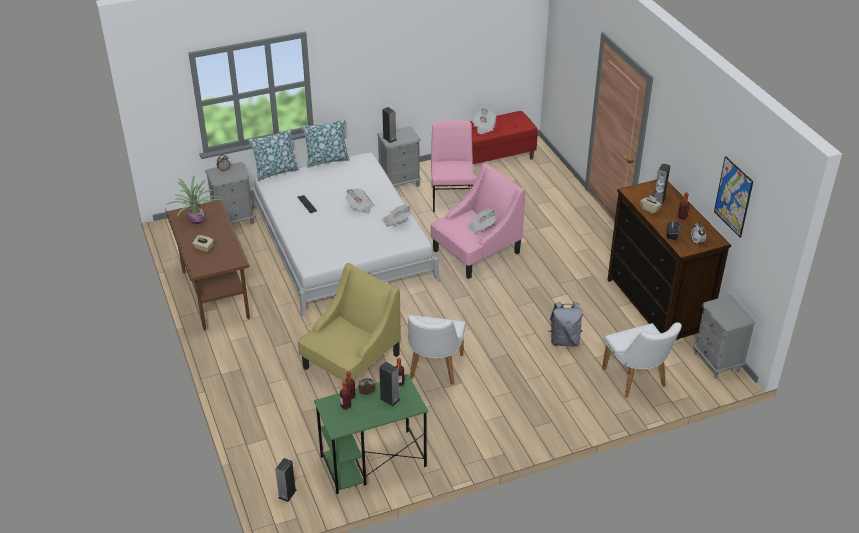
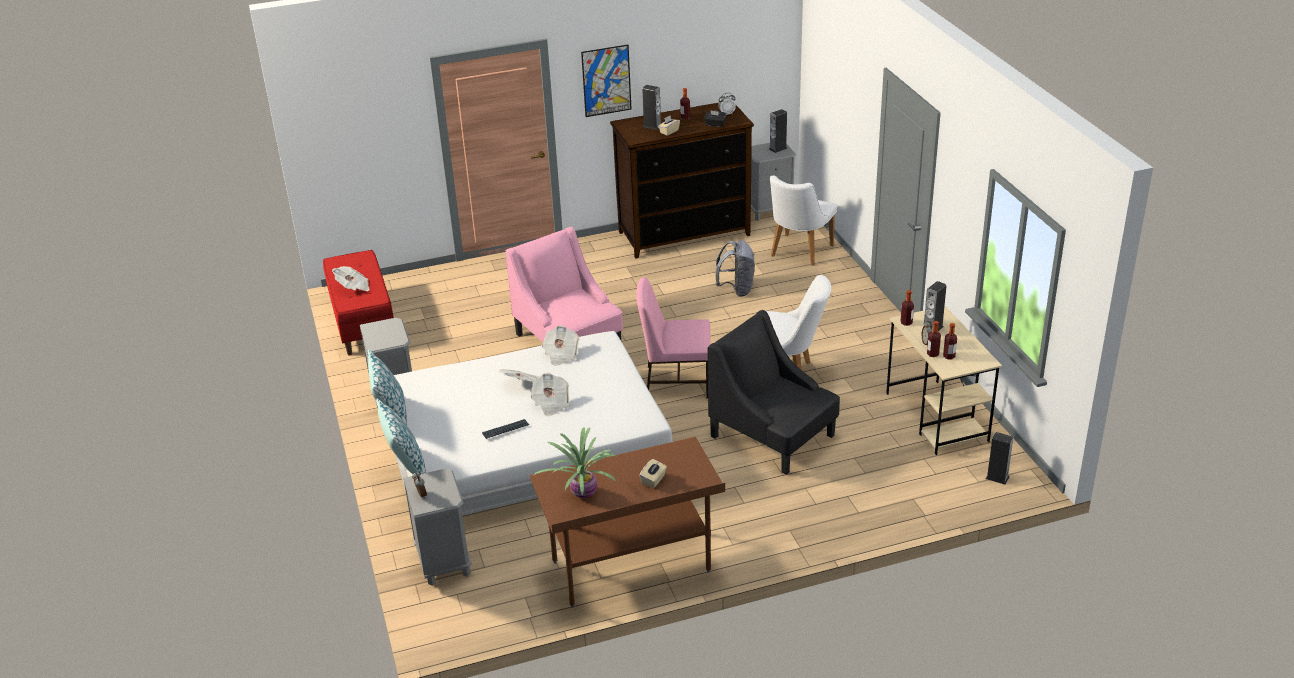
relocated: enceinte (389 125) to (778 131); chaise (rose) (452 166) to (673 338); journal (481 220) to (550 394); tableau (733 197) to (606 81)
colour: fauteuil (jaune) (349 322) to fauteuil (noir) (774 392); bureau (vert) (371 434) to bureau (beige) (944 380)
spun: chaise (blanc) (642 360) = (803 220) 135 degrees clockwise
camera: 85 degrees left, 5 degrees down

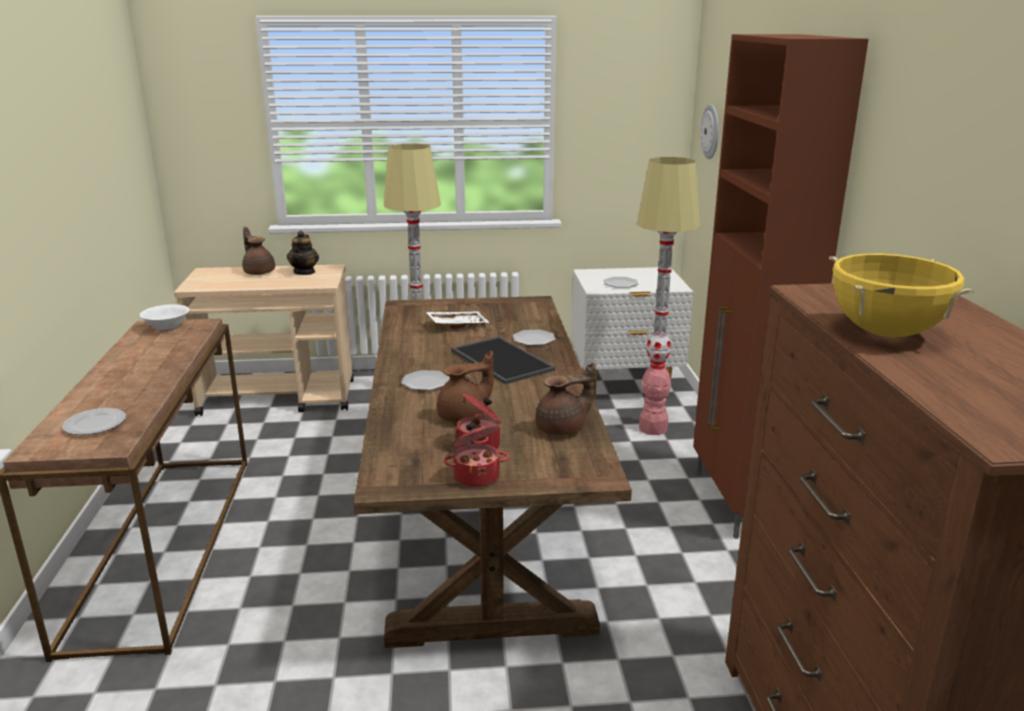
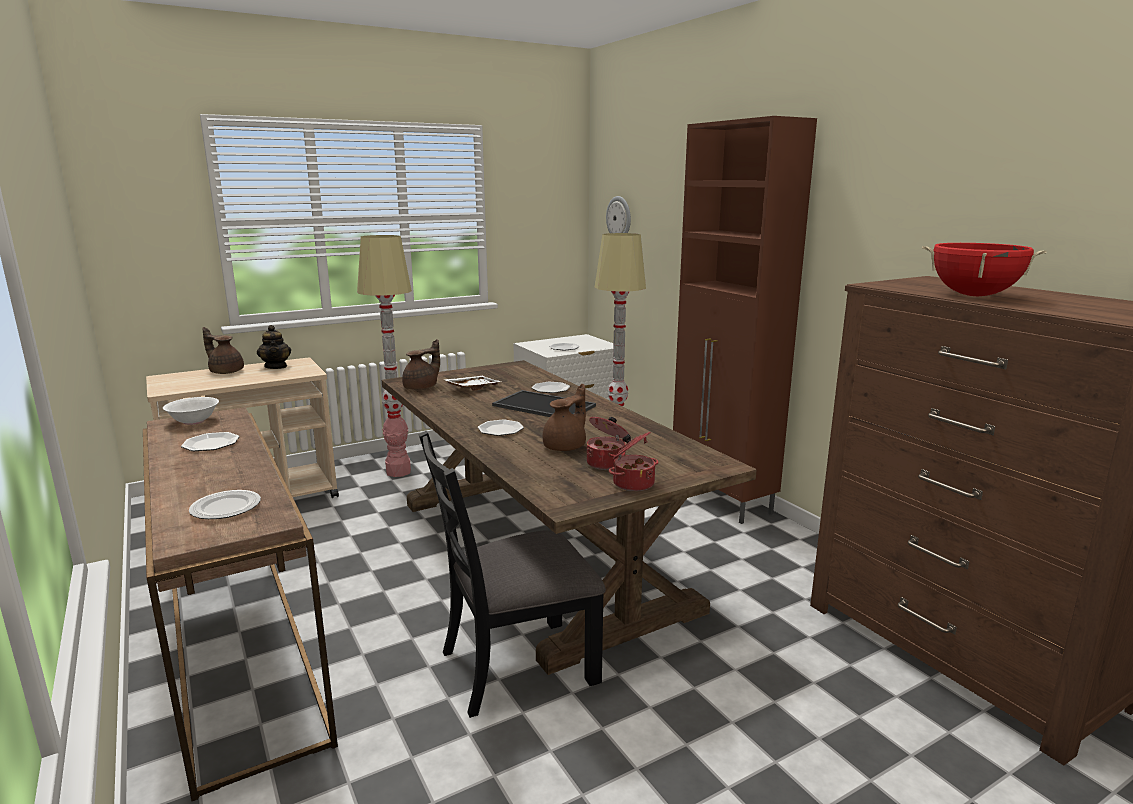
appeared: assiette (210 441); chaise (noir) (512 574)
relocated: théière (marron) (565 399) to (421 364)
colour: marmite (jaune) (901 295) to marmite (rouge) (984 269)
camera: 25 degrees left, 5 degrees down

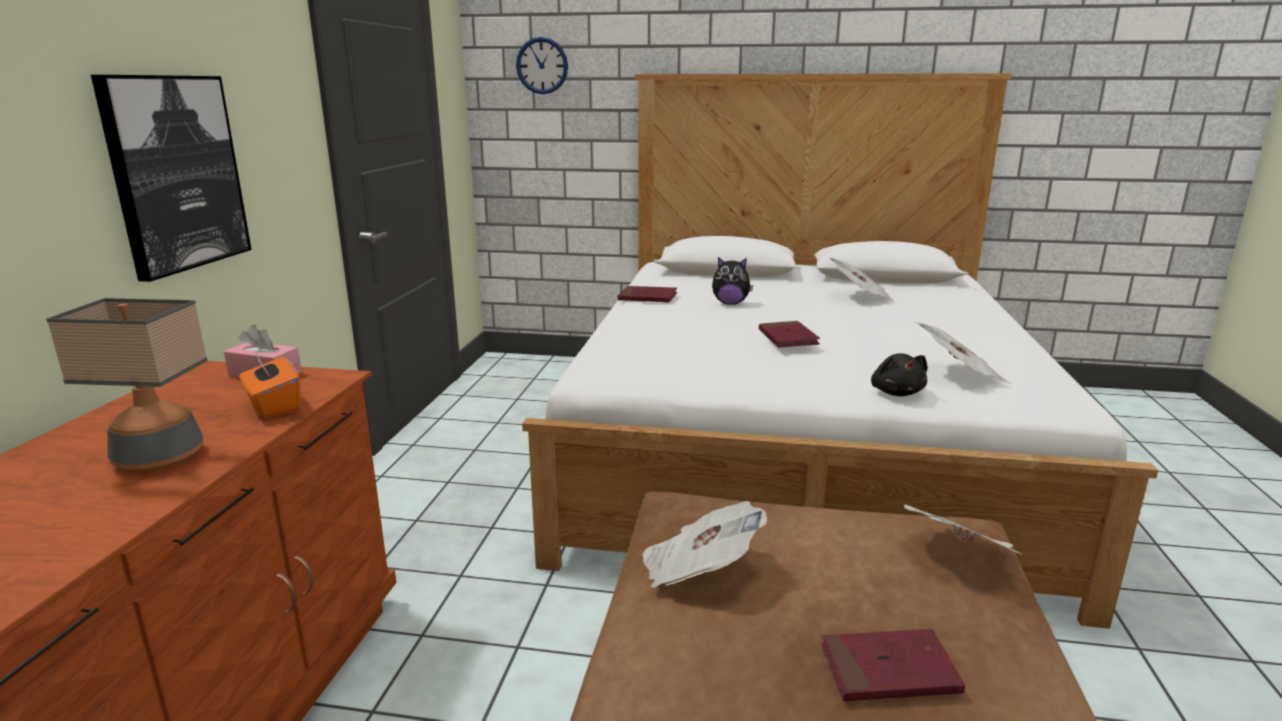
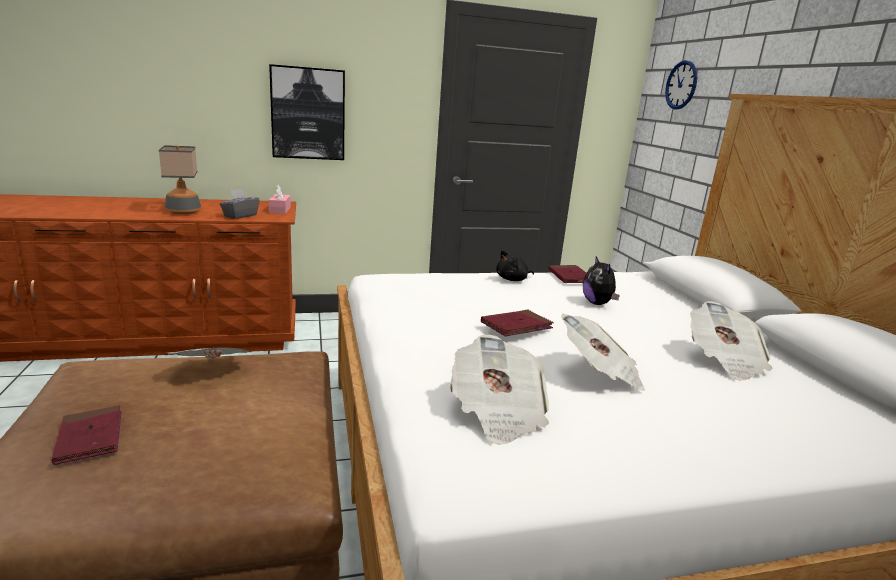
relocated: peluche (noir) (899 374) to (515 265); journal (963 530) to (603 352)
colour: boîte à mouchoirs (orange) (270 385) to boîte à mouchoirs (gris) (239 204)
camera: 65 degrees right, 0 degrees up

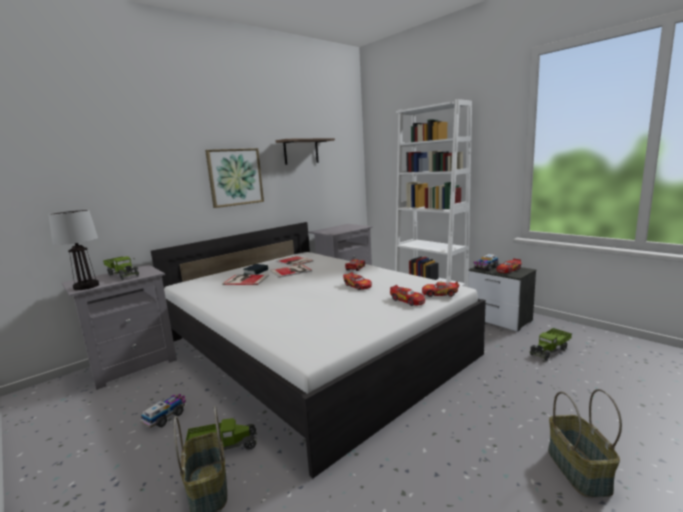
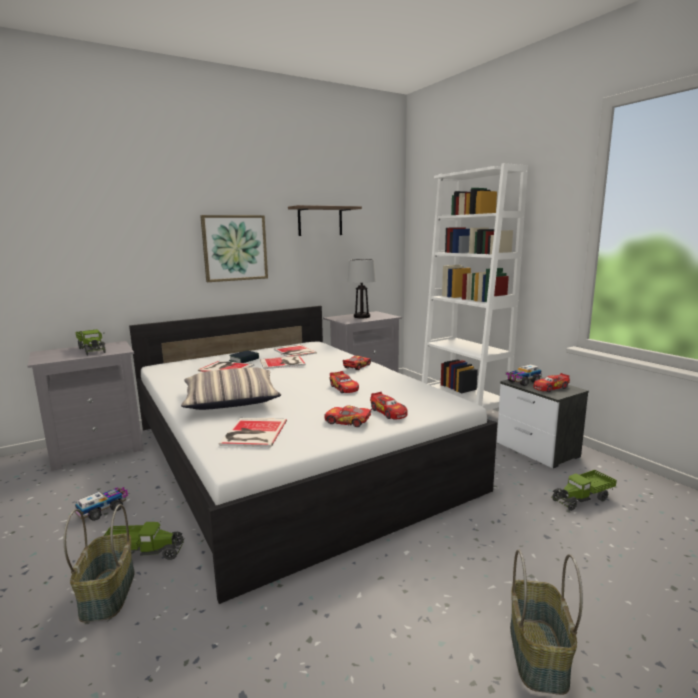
appeared: coussin (231 388); livre (253 432)
relocated: lampe de table (73 250) to (362 288); petite voiture (440 289) to (348 416)
camera: 10 degrees right, 0 degrees up

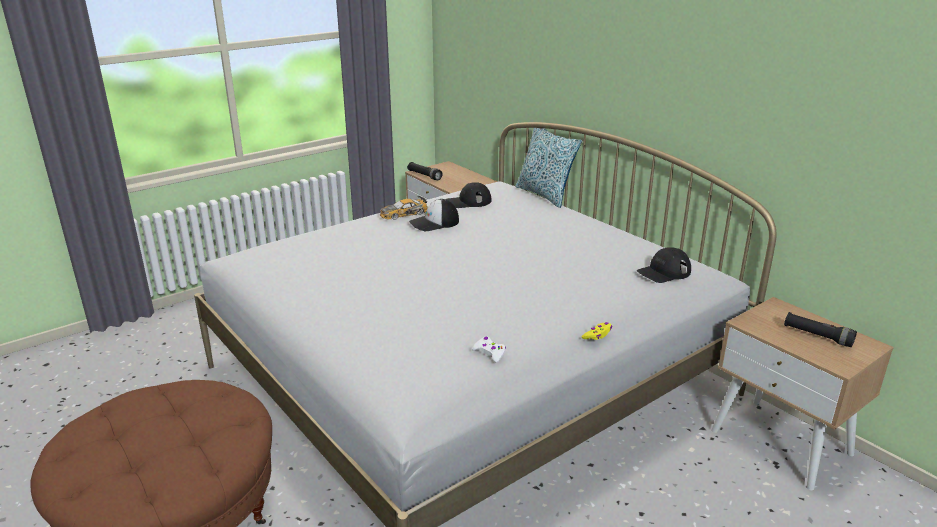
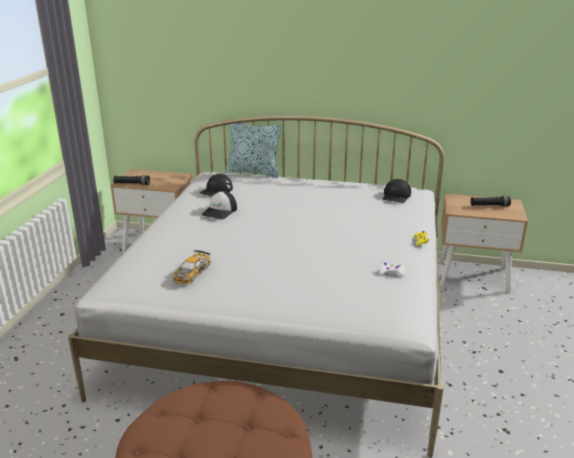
relocated: petite voiture (404 208) to (192 267)
camera: 40 degrees left, 0 degrees up

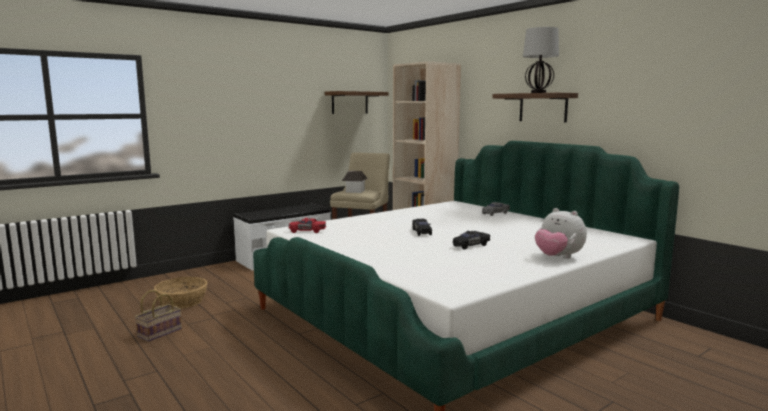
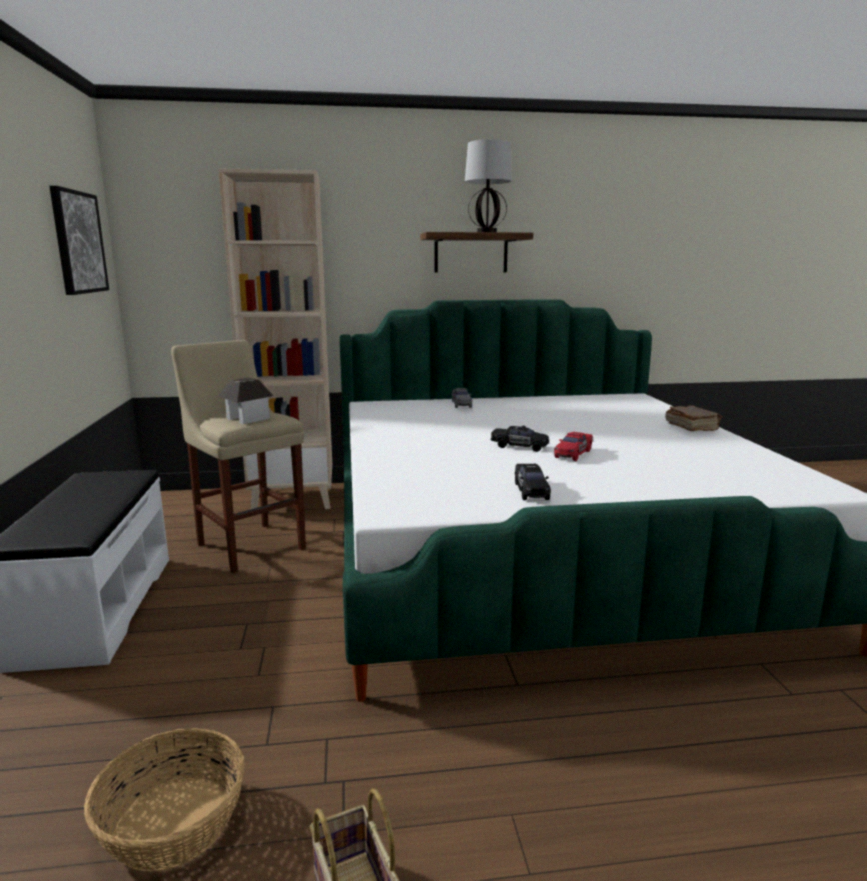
relocated: petite voiture (rouge) (307 225) to (573 446); petite voiture (noir) (471 240) to (533 482)
exchanged: étagère (357 102) to tableau (79 240); peluche (561 233) to livre (marron) (694 418)
camera: 60 degrees left, 5 degrees up

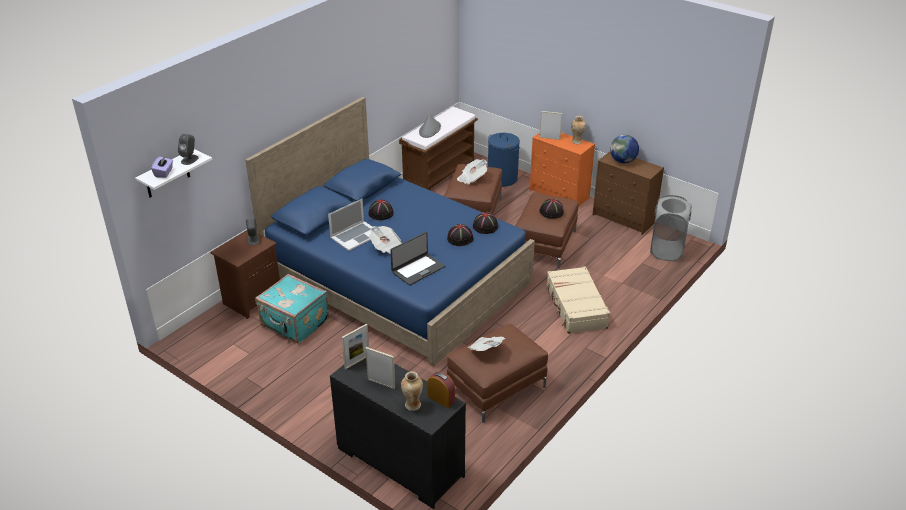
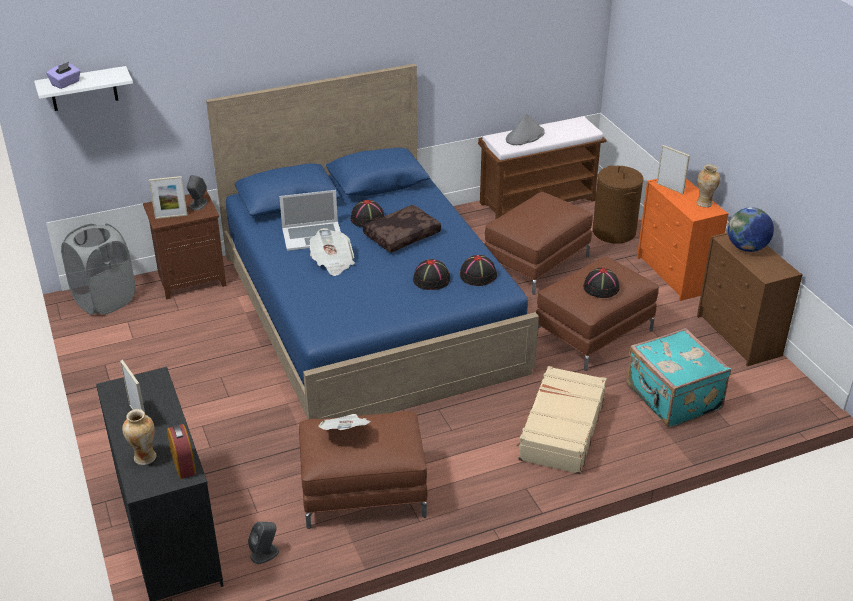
missing: ordinateur portable (417 258); journal (472 172)
appeared: coussin (marron) (402 229)
relocated: enceinte (gris) (188 149) to (263 543); valise (turquoise) (292 309) to (679 378); cadre photo (355 346) to (168 197); panier à linge (gris) (670 228) to (98 269)
colour: panier à linge (bleu) (504 160) to panier à linge (marron) (618 205)
camera: 30 degrees right, 0 degrees up

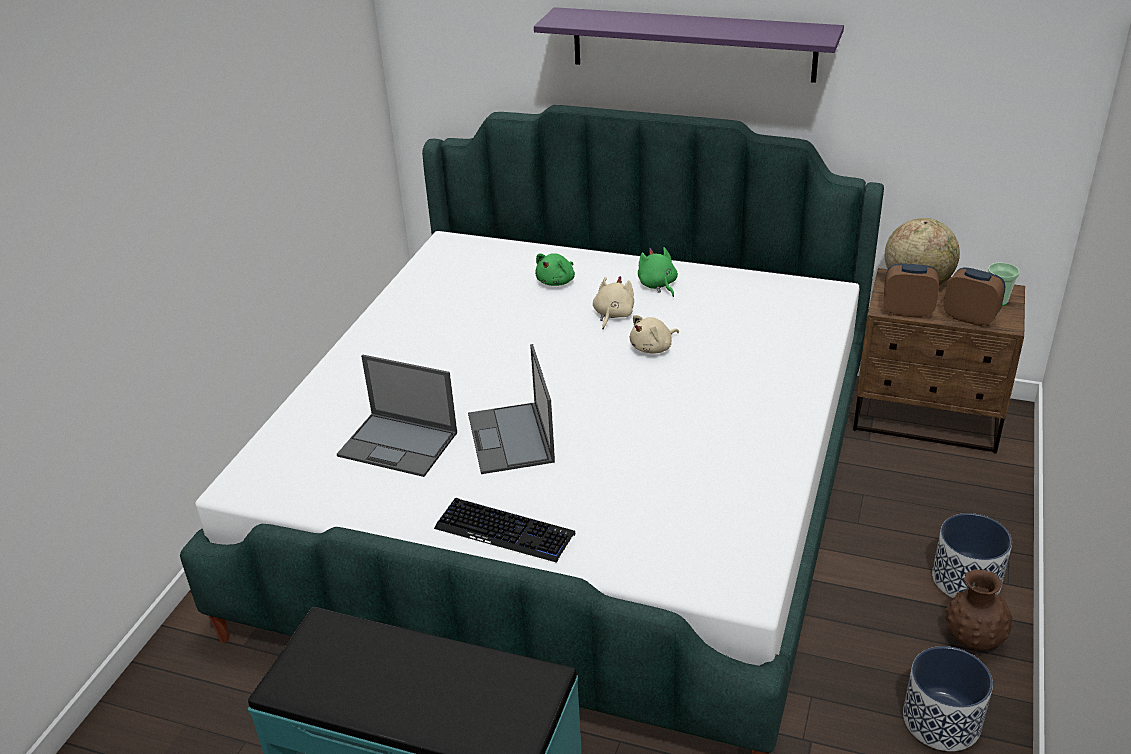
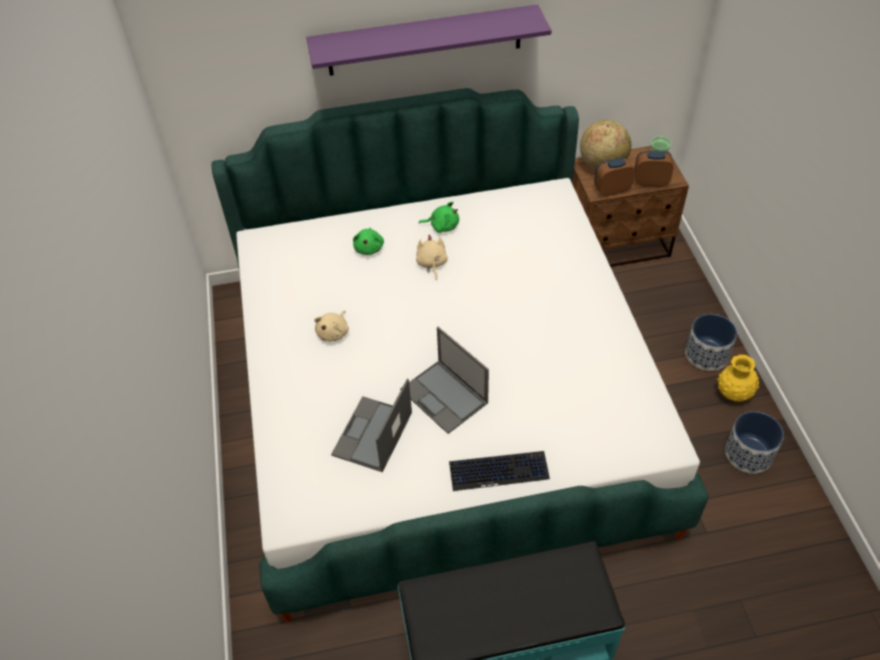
relocated: peluche (beige) (654 334) to (332 326)
colour: vase (marron) (979 609) to vase (jaune) (738 378)
spun: ordinateur portable (397 416) = (371 425) 120 degrees clockwise; peluche (vert) (658 272) = (439 217) 150 degrees clockwise
camera: 30 degrees left, 15 degrees up

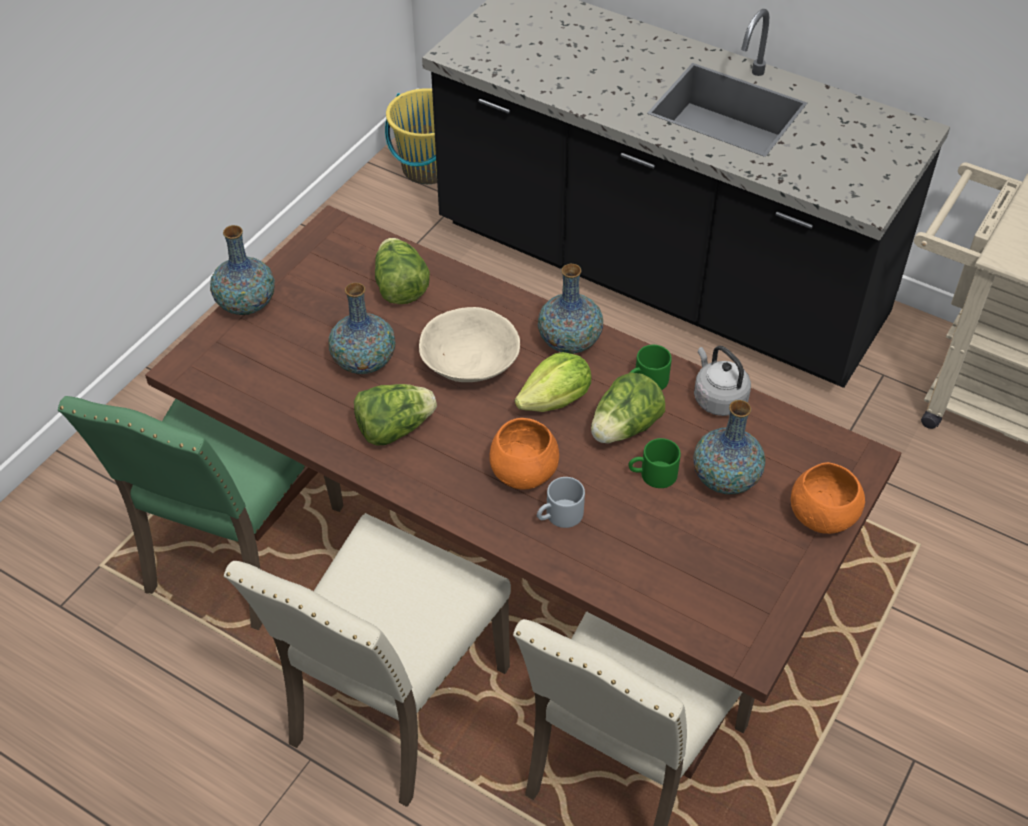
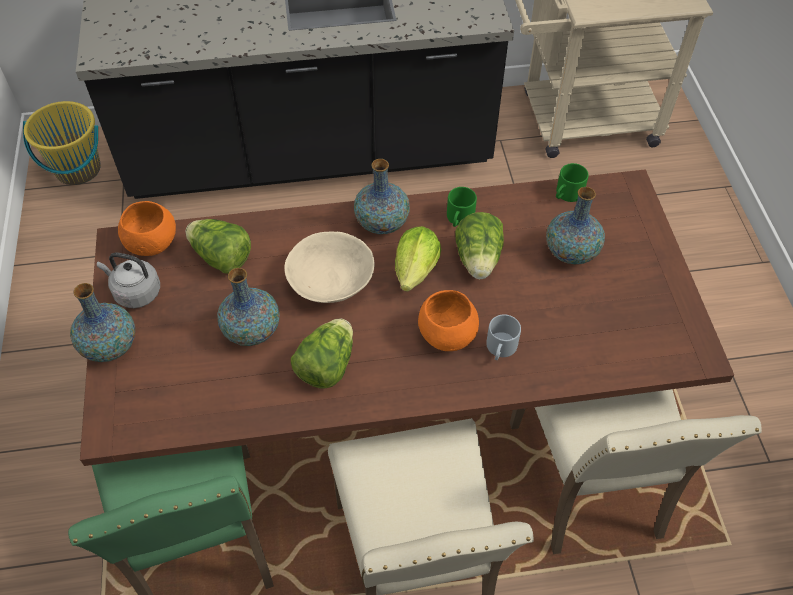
relocated: mug (vert) (654 463) to (572 182); bouilloire (gris) (722 381) to (128 280); bol (orange) (828 498) to (147 228)
camera: 40 degrees left, 5 degrees up

